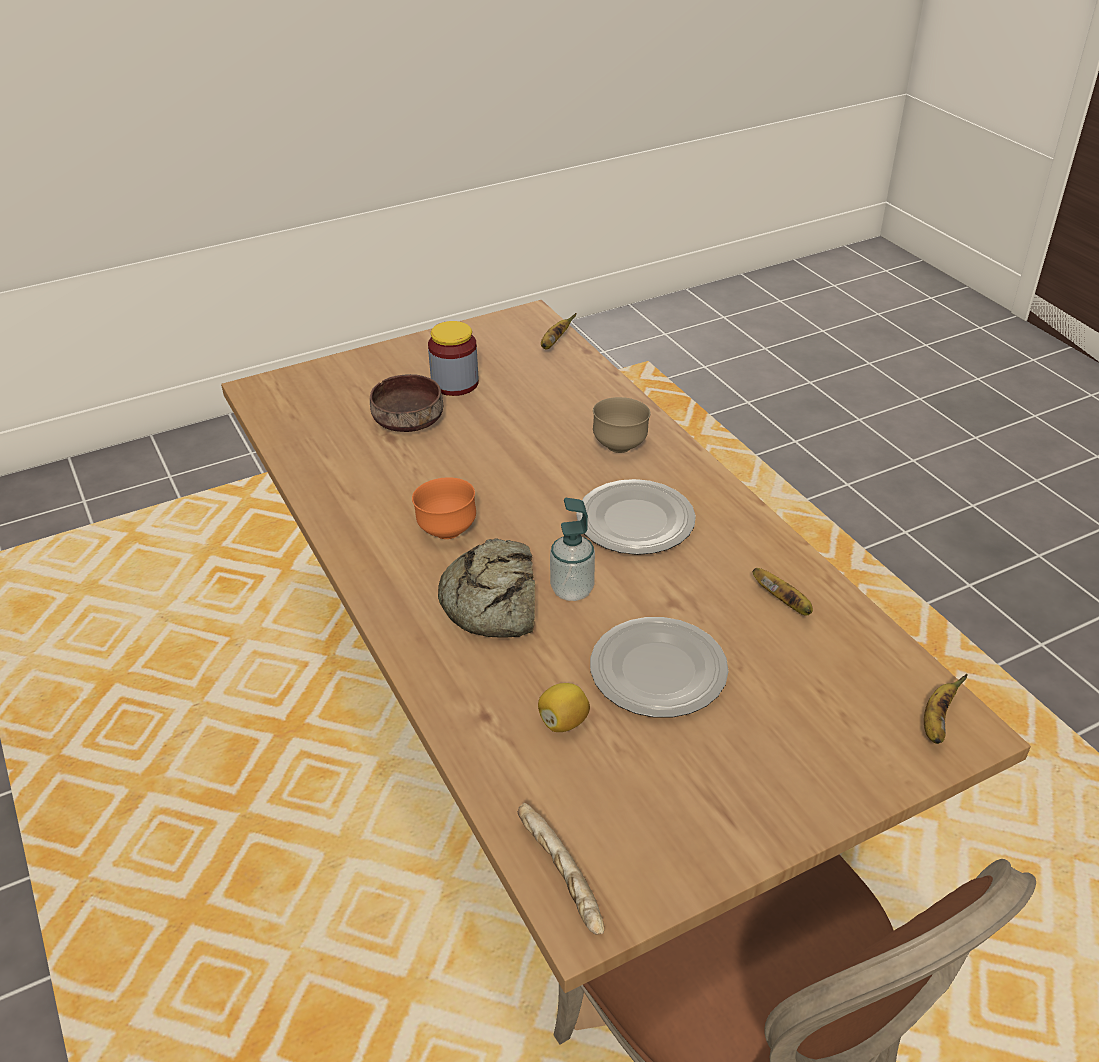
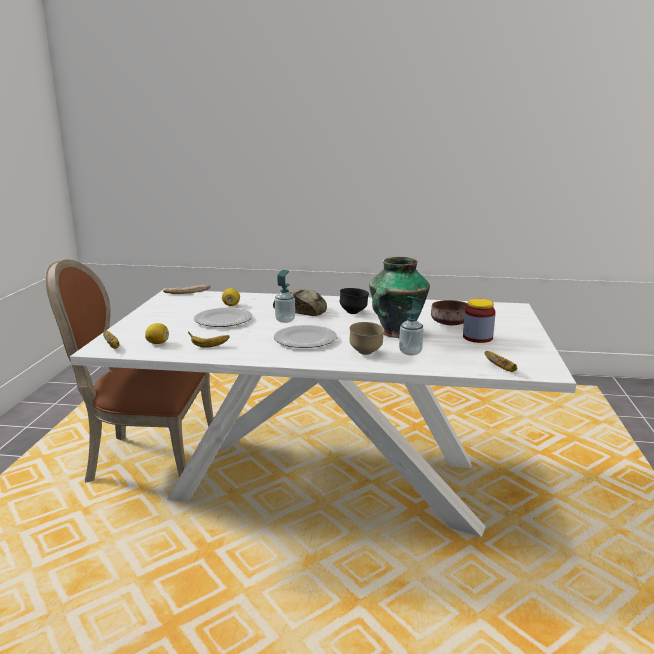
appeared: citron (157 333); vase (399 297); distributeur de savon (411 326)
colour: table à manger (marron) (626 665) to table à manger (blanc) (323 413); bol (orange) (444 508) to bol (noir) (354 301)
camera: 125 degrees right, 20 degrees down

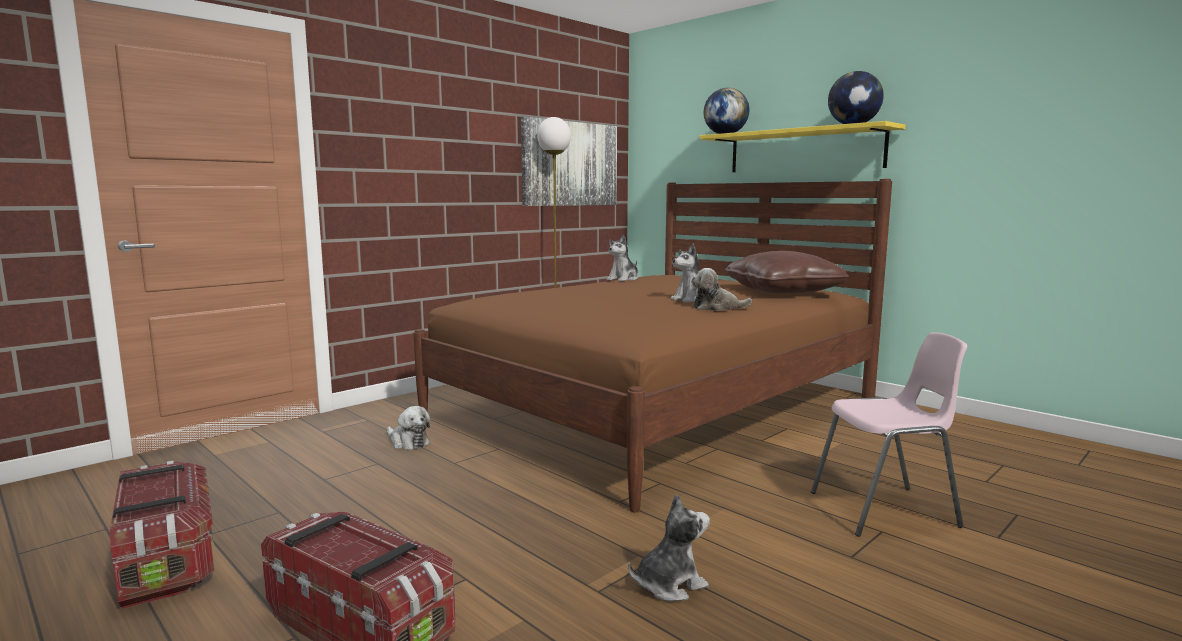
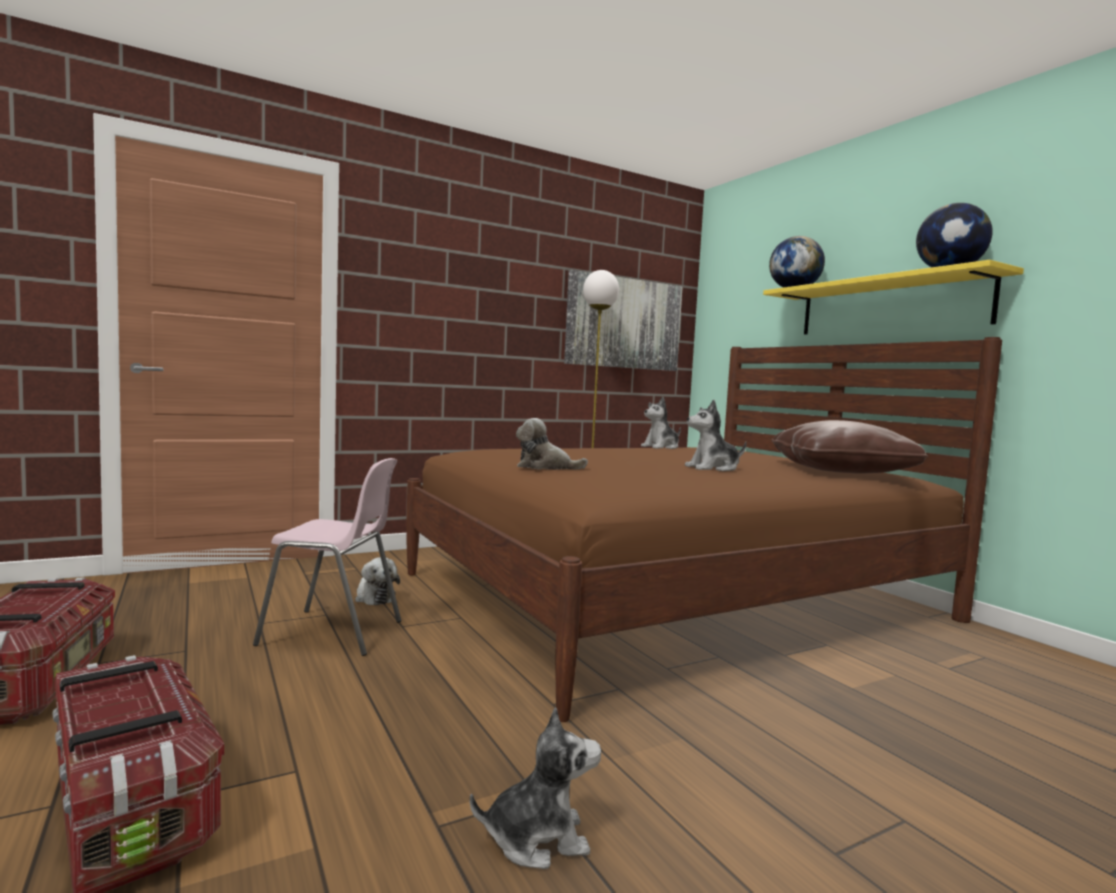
relocated: peluche (721 289) to (552 444); chaise (rose) (889 434) to (327 557)
camera: 15 degrees right, 5 degrees down

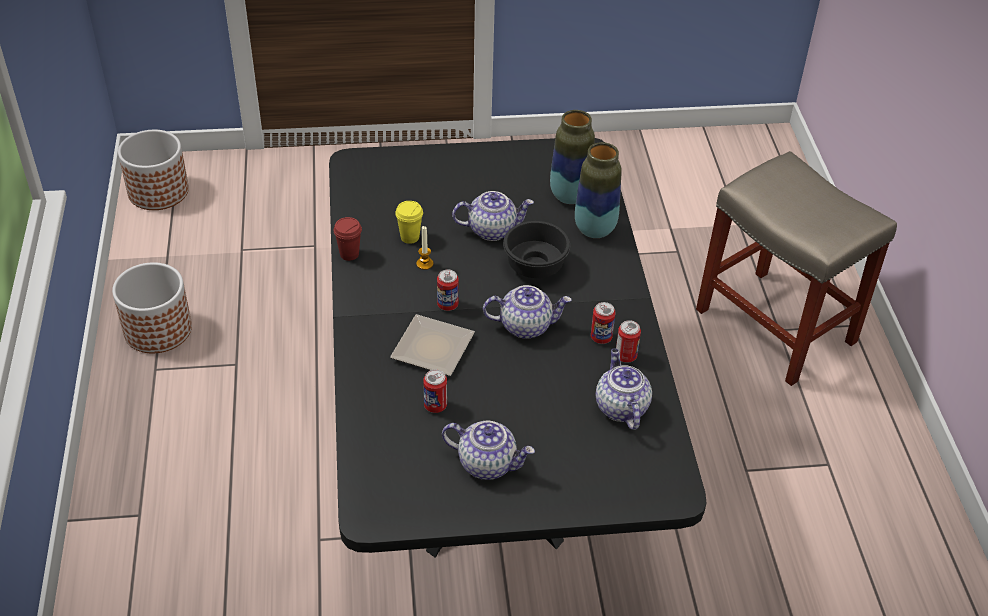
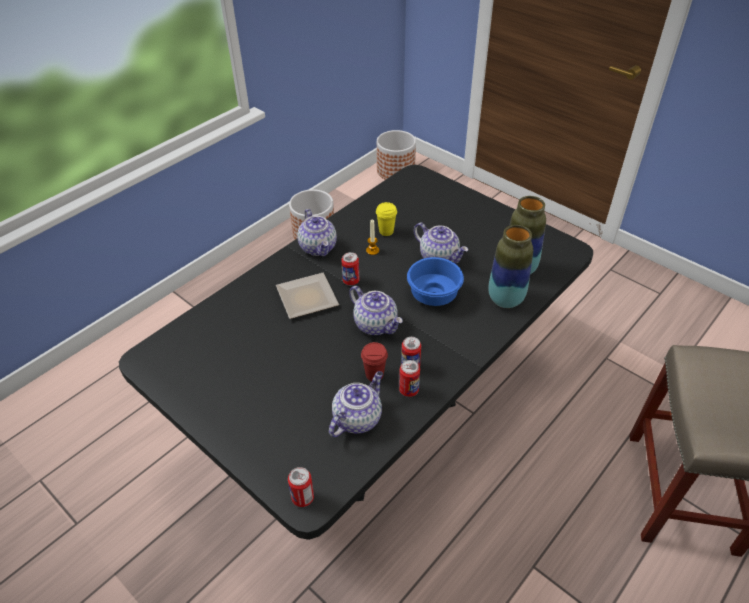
relocated: tasse (rouge) (348 239) to (374 361); boîte métallique (435 391) to (301 487); théière (488 450) to (317 233)
colour: bol (noir) (536 249) to bol (bleu) (435 281)
camera: 50 degrees right, 0 degrees up

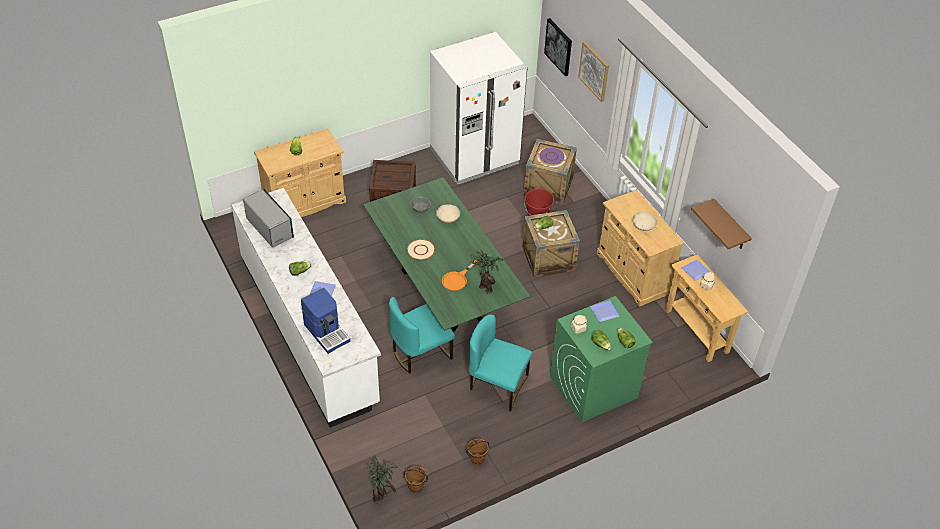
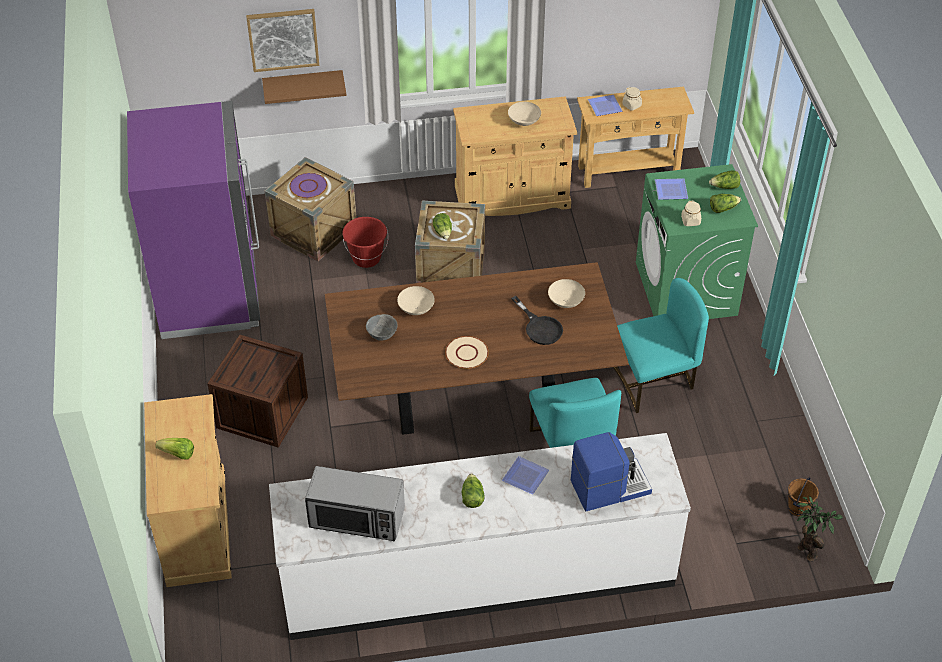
missing: seau (marron) (478 452); tableau (558 47)
relocated: étagère (marron) (721 224) to (304 87)
exchanged: plante en pot (488 272) to bol (beige) (566 293)
colour: table à manger (vert) (447 254) to table à manger (marron) (476 348); réfrigérateur (blanc) (478 108) to réfrigérateur (violet) (193 220); poêle (orange) (460 275) to poêle (noir) (537 320)
spun: micro-ondes (268 218) = (355 503) 150 degrees counterclockwise; chaise (turquoise) (500 362) = (661 345) 150 degrees counterclockwise
camera: 70 degrees left, 0 degrees up

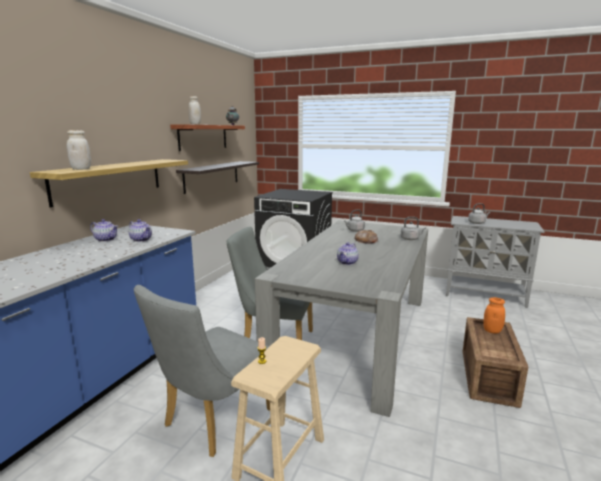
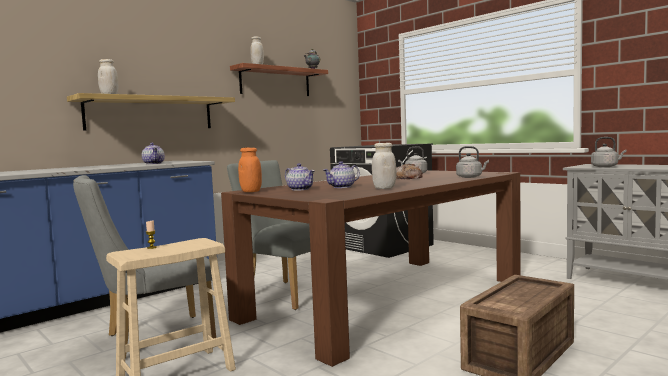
missing: étagère (217 177)
appeared: bocal (blanc) (384 166)
relocated: théière (104 230) to (300 177); bocal (orange) (494 315) to (250 170)
colour: table à manger (gris) (341 319) to table à manger (marron) (371 268)
camera: 25 degrees right, 10 degrees down

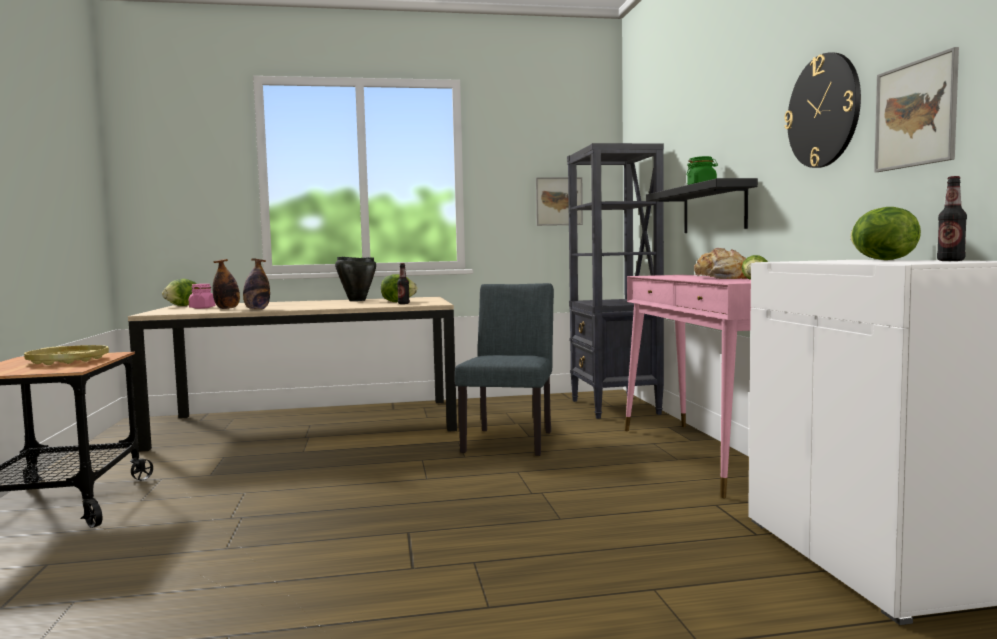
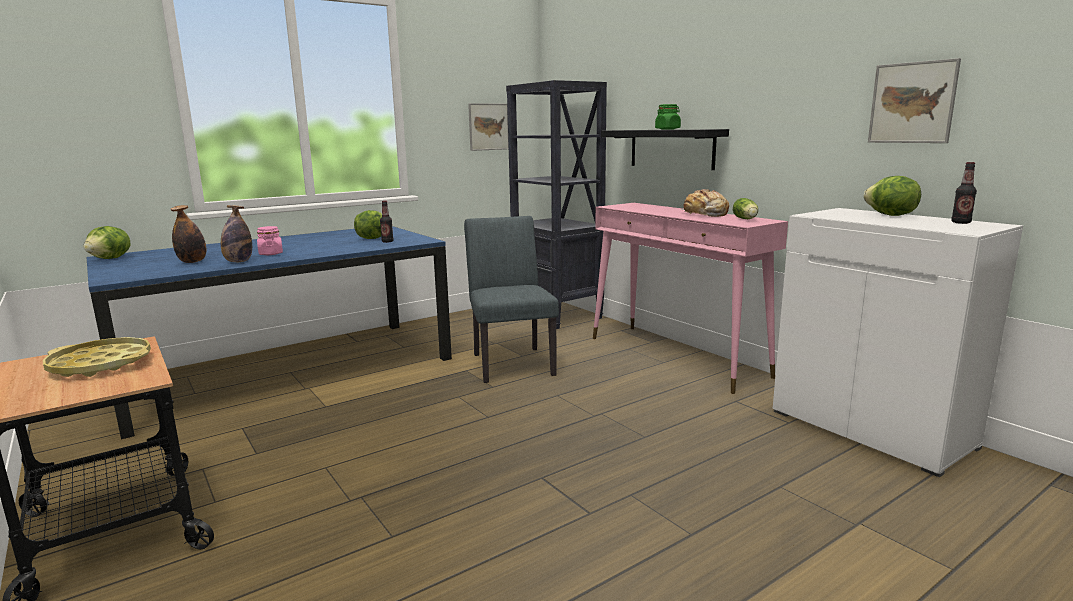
missing: marmite (noir) (355 279); horloge murale (822 110)
relocated: bocal (rose) (202 296) to (270 240)
colour: table à manger (beige) (292 374) to table à manger (bleu) (269 333)
camera: 25 degrees left, 10 degrees up

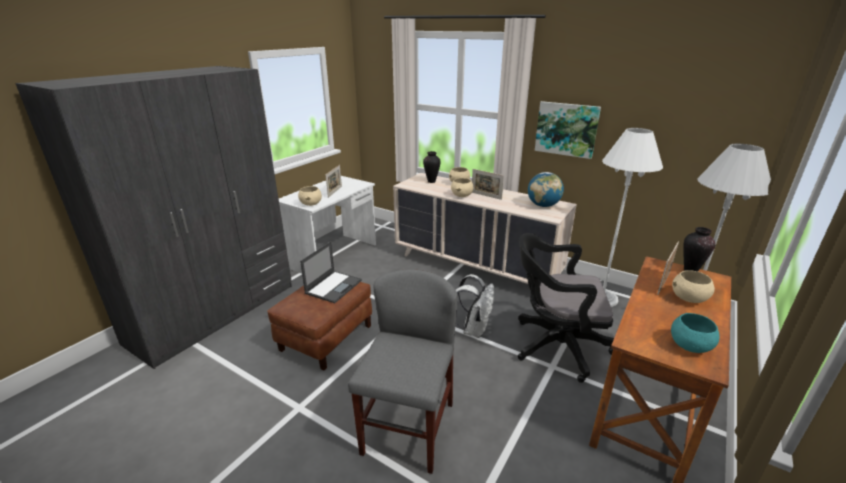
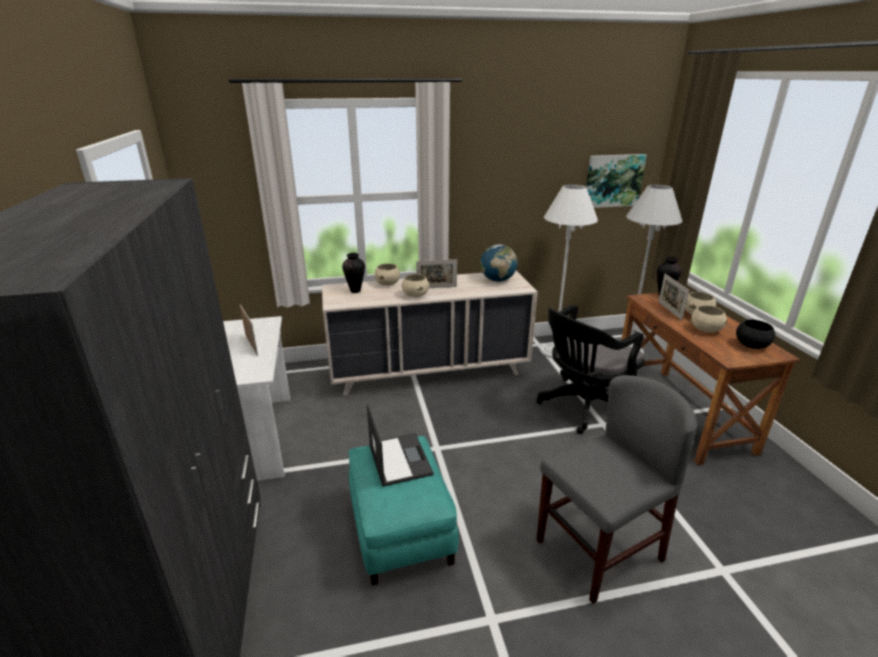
missing: sac à dos (blanc) (475 306)
relocated: bol (beige) (310 196) to (709 319); tableau (568 130) to (616 181)
colour: pouf (marron) (319 326) to pouf (turquoise) (404 510); bol (turquoise) (695 333) to bol (noir) (755 334)
spun: chaise (gris) (402 371) = (617 489) 90 degrees clockwise
camera: 45 degrees left, 0 degrees up

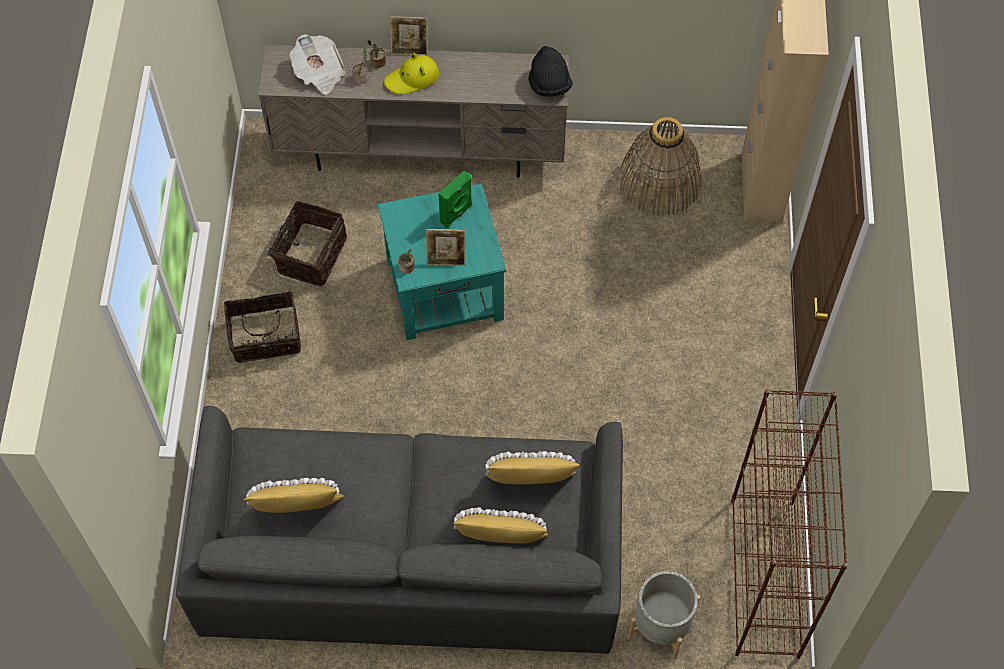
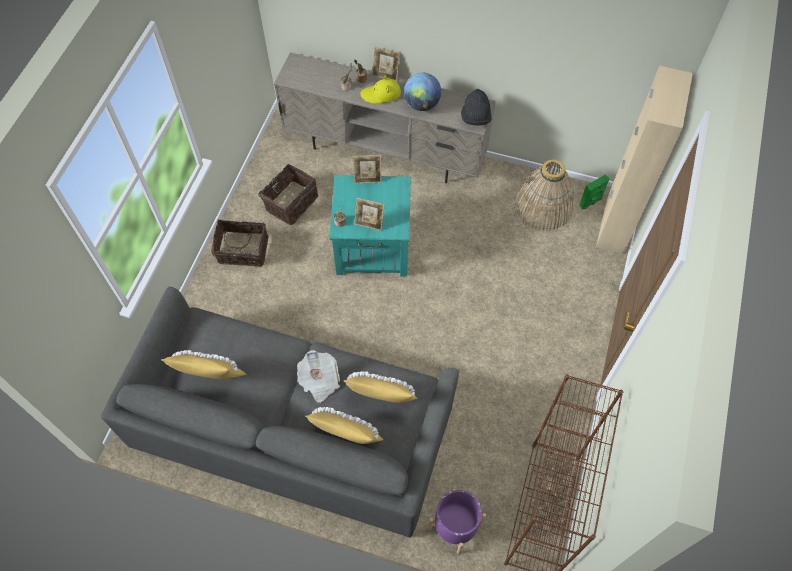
appeared: cadre photo (367 169); globe (422 92)
relocated: journal (318 64) to (318 376); enceinte (vert) (455 199) to (594 192)
colour: cache-pot (gris) (664 614) to cache-pot (violet) (457 521)
camera: 15 degrees right, 0 degrees up

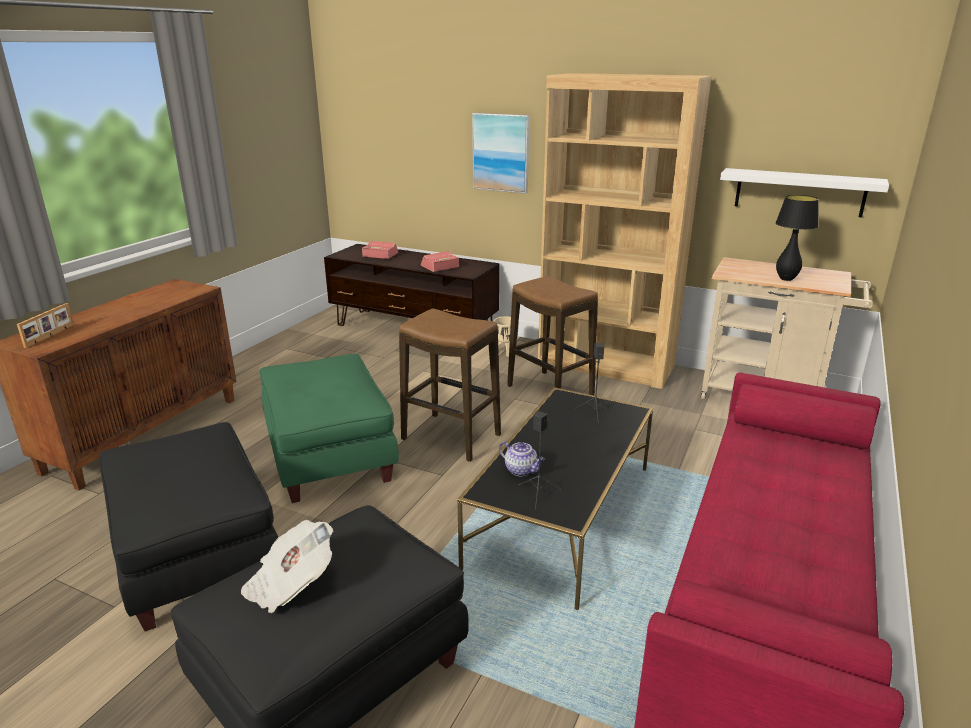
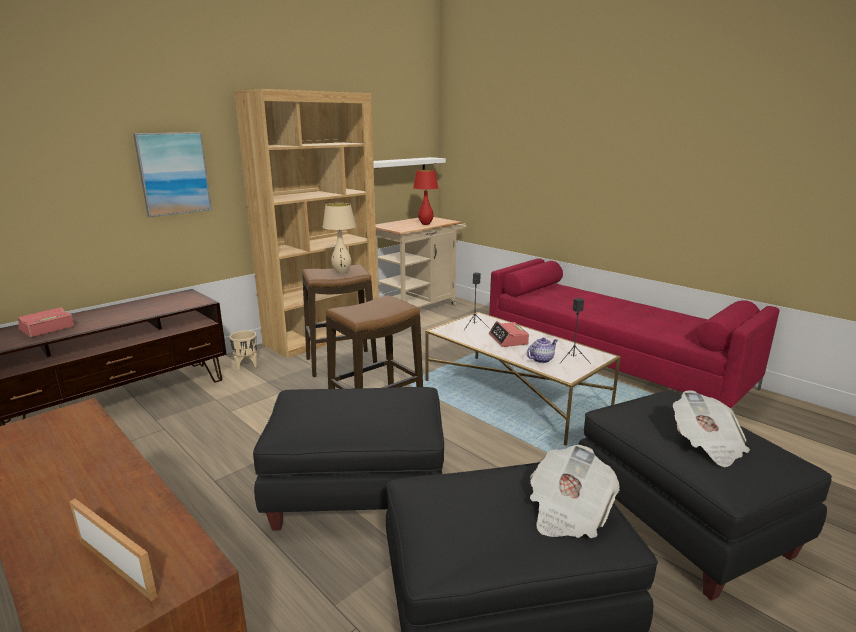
appeared: lampe de table (beige) (339 238); journal (575 491)
relocated: réveil (440 261) to (509 334)
colour: pouf (vert) (329 428) to pouf (noir) (348 459); table basse (noir) (555 498) to table basse (blanc) (523 379); lampe de table (noir) (797 238) to lampe de table (rouge) (425 197)
camera: 70 degrees left, 5 degrees down

